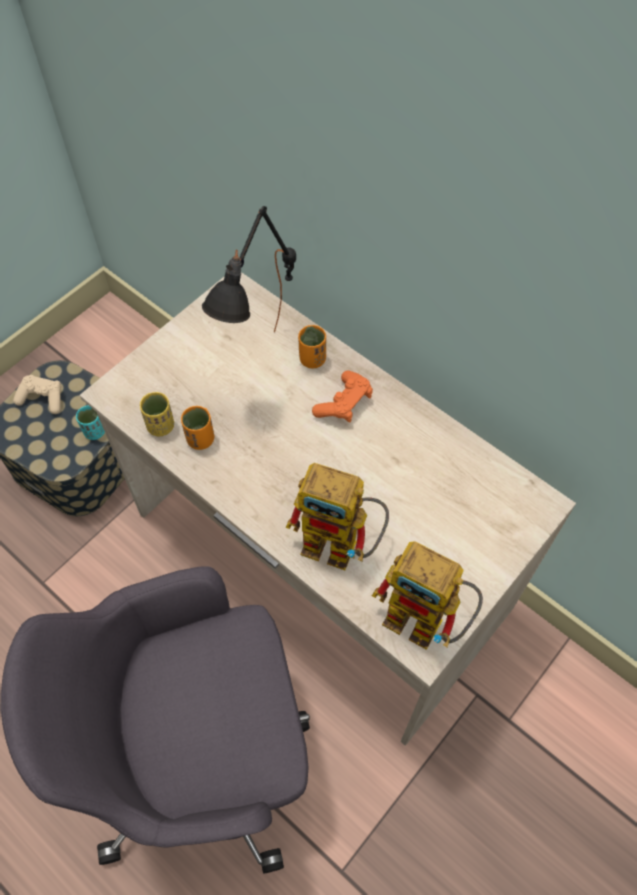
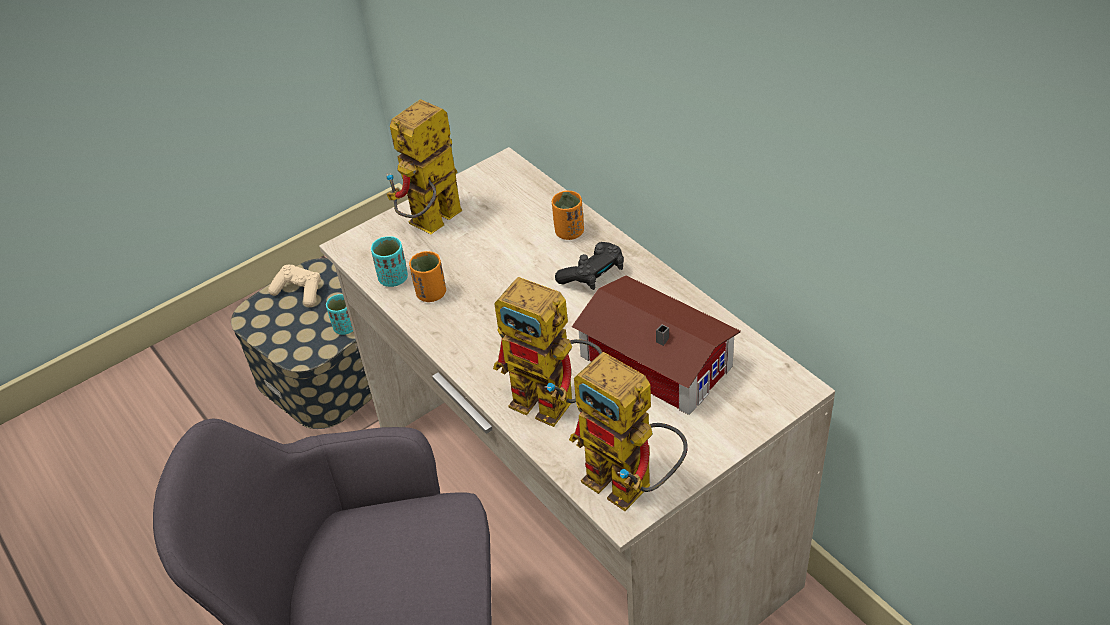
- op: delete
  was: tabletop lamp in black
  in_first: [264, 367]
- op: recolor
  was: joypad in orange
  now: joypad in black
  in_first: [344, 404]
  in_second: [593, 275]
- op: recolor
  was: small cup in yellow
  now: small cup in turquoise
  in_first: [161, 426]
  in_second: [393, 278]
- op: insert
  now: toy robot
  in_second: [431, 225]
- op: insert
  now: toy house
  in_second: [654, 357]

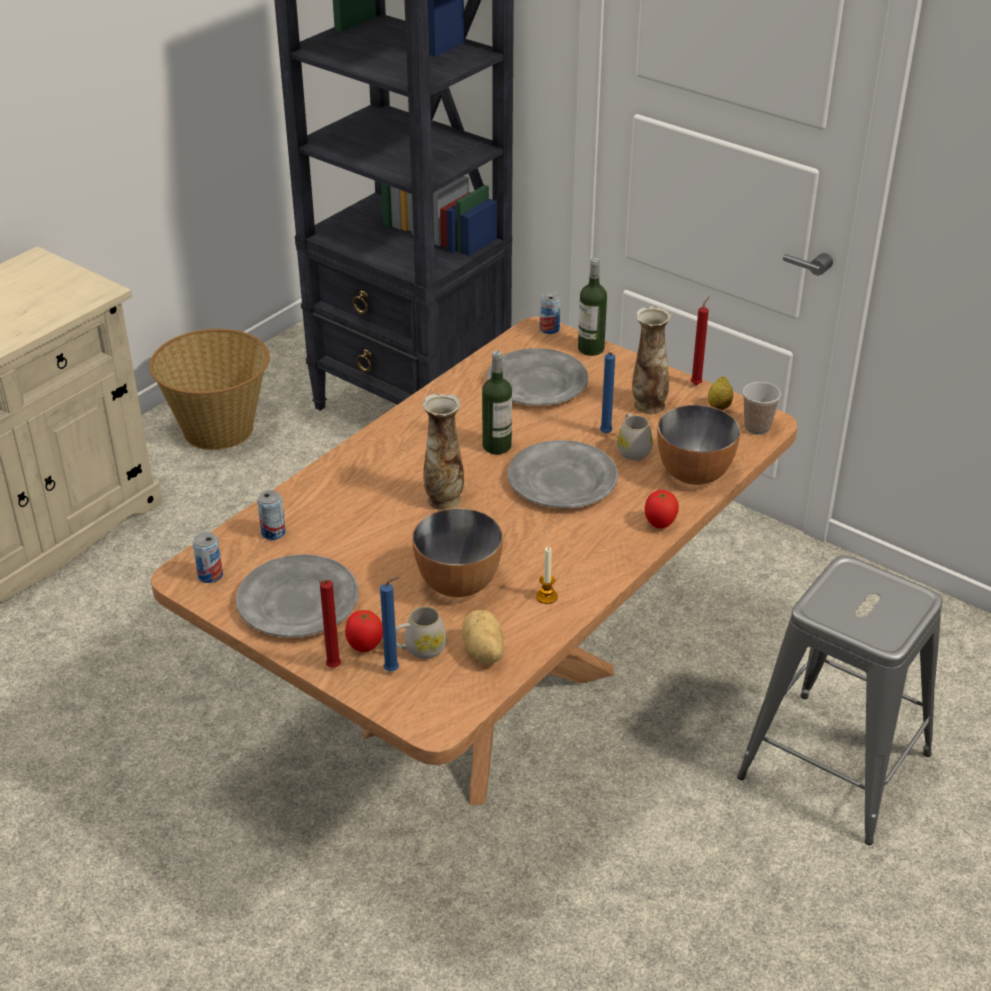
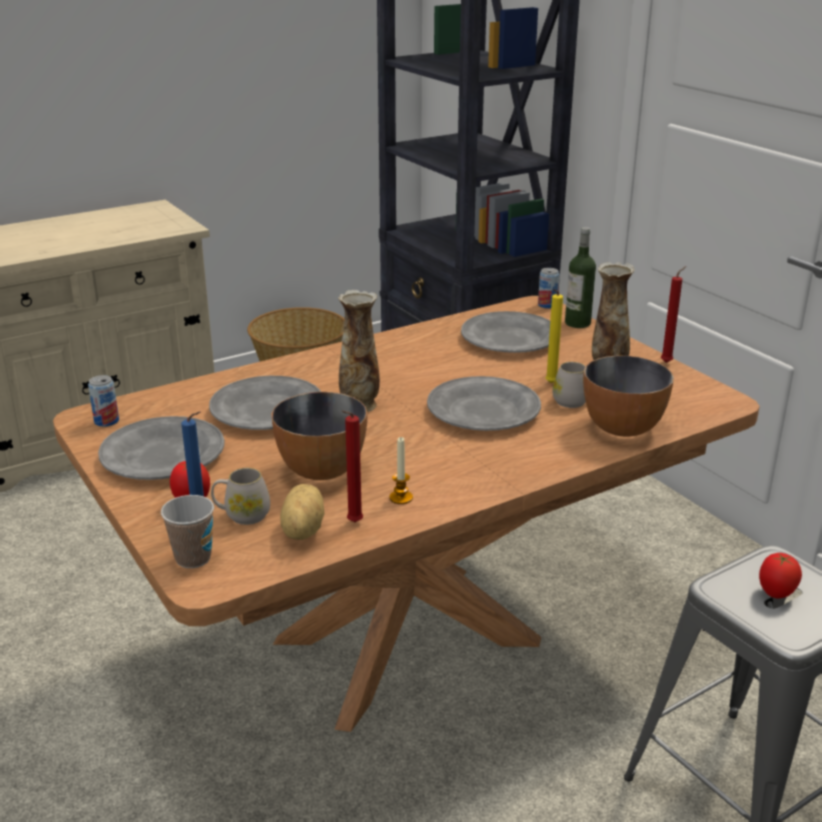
- op: delete
  was: beverage bottle
  in_first: [497, 446]
- op: recolor
  was: wax light in blue
  now: wax light in yellow
  in_first: [605, 434]
  in_second: [550, 384]
- op: delete
  was: whole lemon
  in_first: [719, 407]
- op: move
  was: small cup
  in_first: [757, 428]
  in_second: [193, 558]
- op: delete
  was: sealed can
  in_first: [273, 533]
- op: move
  was: whole tomato
  in_first: [659, 524]
  in_second: [775, 594]
- op: move
  was: wax light in reddish
  in_first: [332, 668]
  in_second: [353, 523]
- op: insert
  now: dinner plate in gray
  in_second: [266, 409]

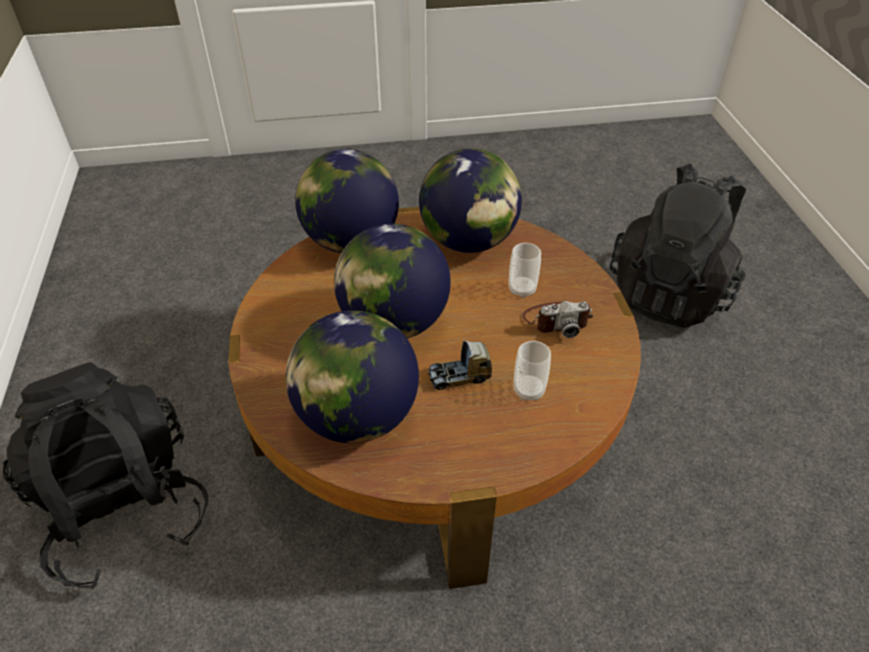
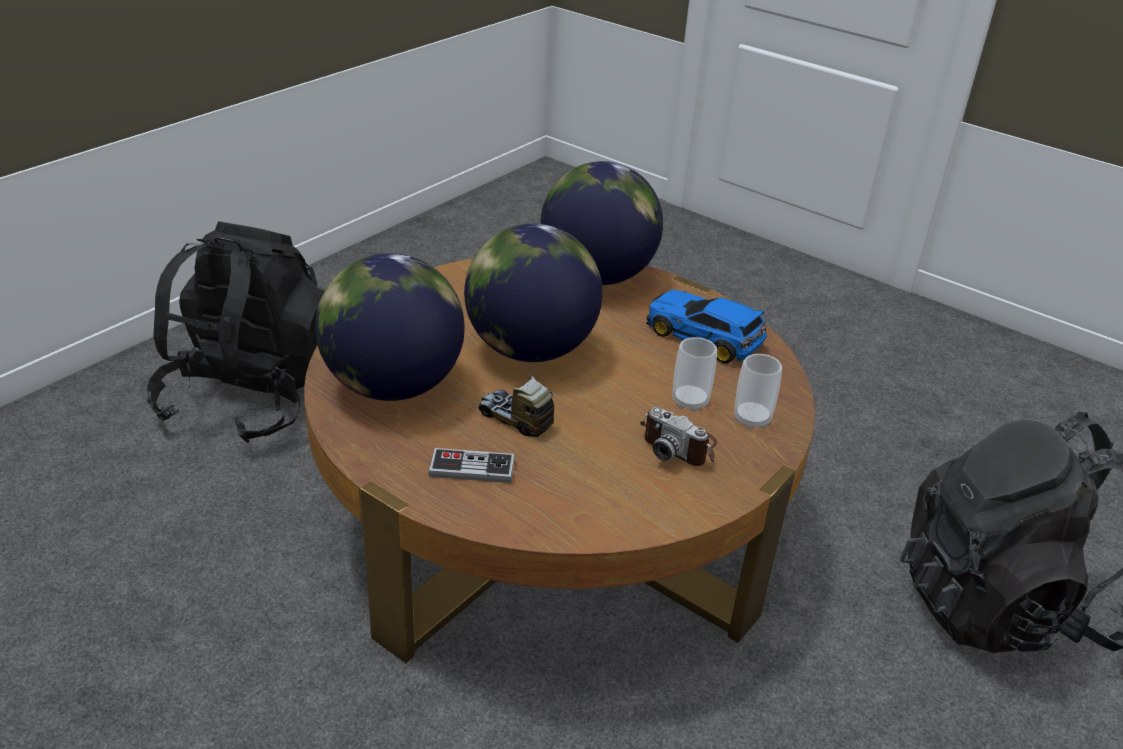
- op: replace
  was: world globe
  now: toy car
  in_first: [469, 241]
  in_second: [705, 338]
- op: move
  was: small cup
  in_first: [529, 390]
  in_second: [751, 419]
- op: insert
  now: joypad
  in_second: [472, 468]

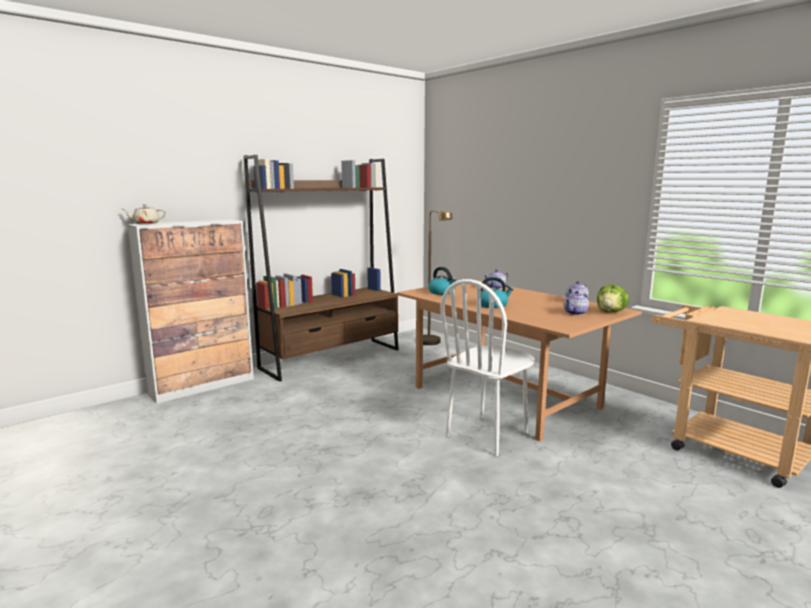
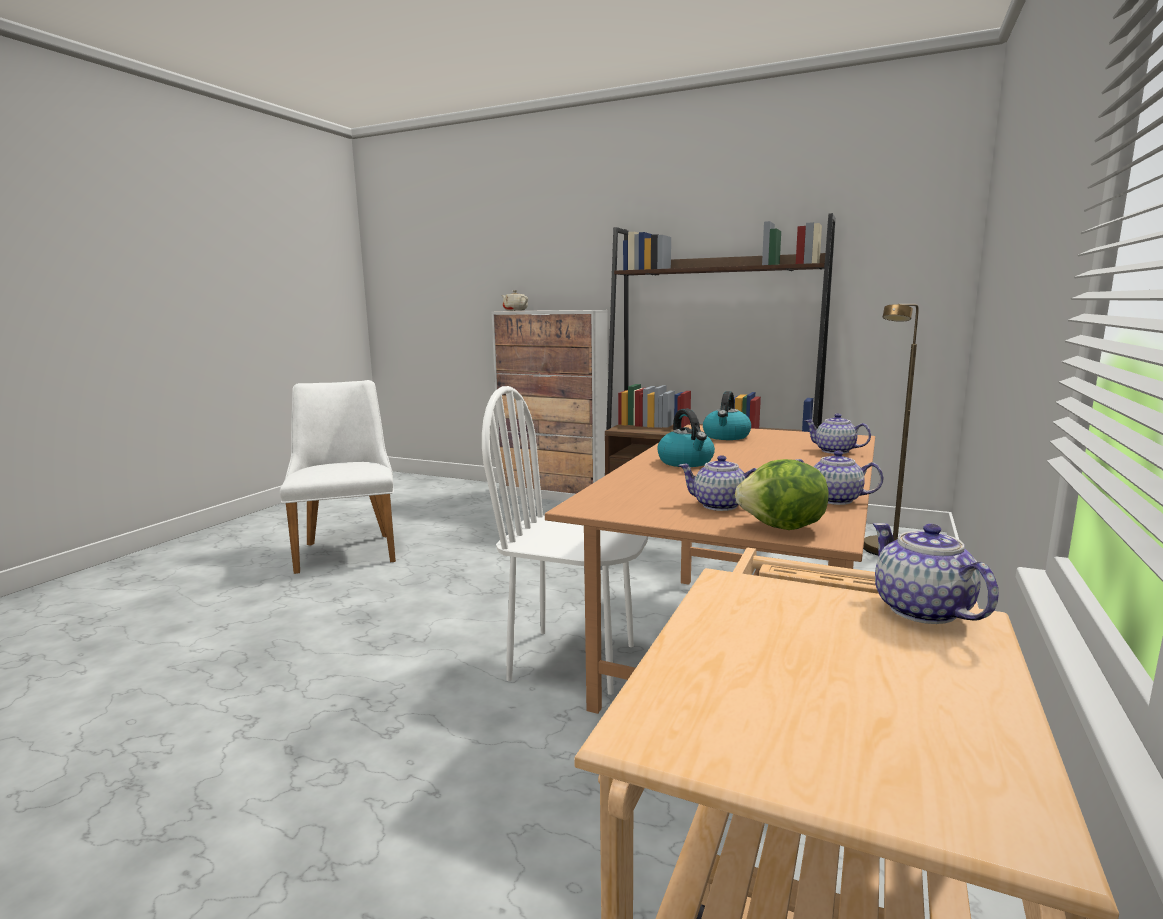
- op: insert
  now: chair in whitish
  in_second: [348, 548]
- op: insert
  now: pot for tea
  in_second: [922, 611]

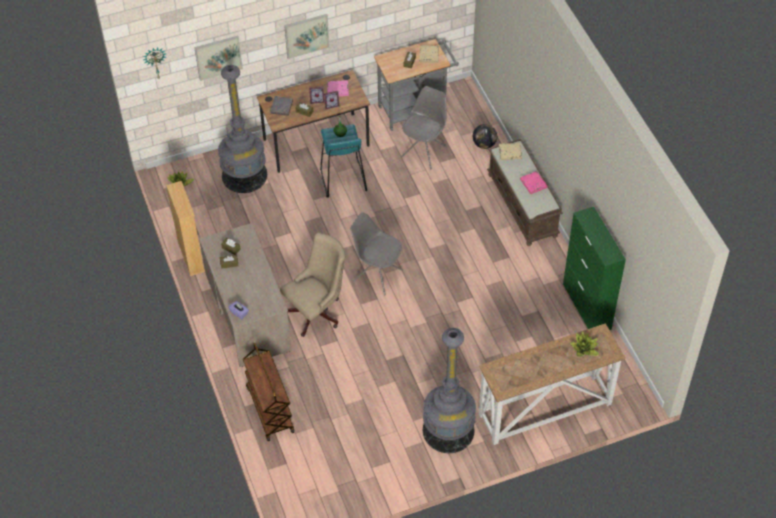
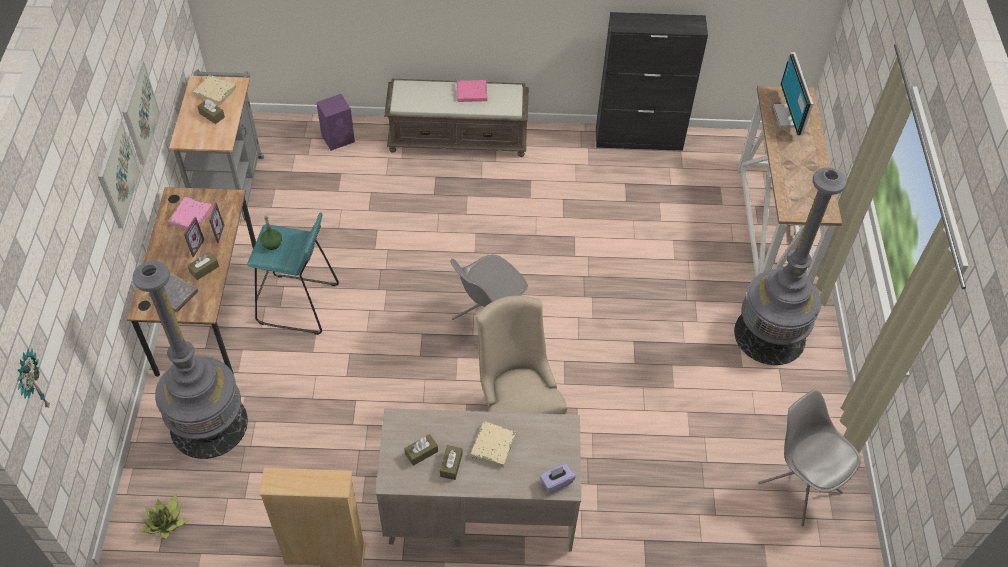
- op: move
  was: picture
  in_first: [218, 57]
  in_second: [140, 112]
- op: move
  was: chair in gray
  in_first: [424, 151]
  in_second: [799, 486]
- op: replace
  was: world globe
  now: speaker in purplish
  in_first: [484, 144]
  in_second: [339, 138]
- op: move
  was: book in beige-coloured
  in_first: [510, 152]
  in_second: [493, 446]
- op: recolor
  was: storage cabinet in green-coloured
  now: storage cabinet in black
  in_first: [586, 307]
  in_second: [639, 139]
- op: replace
  was: potted plant
  now: computer screen
  in_first: [584, 349]
  in_second: [789, 116]
- op: delete
  was: cart in brown
  in_first: [269, 409]

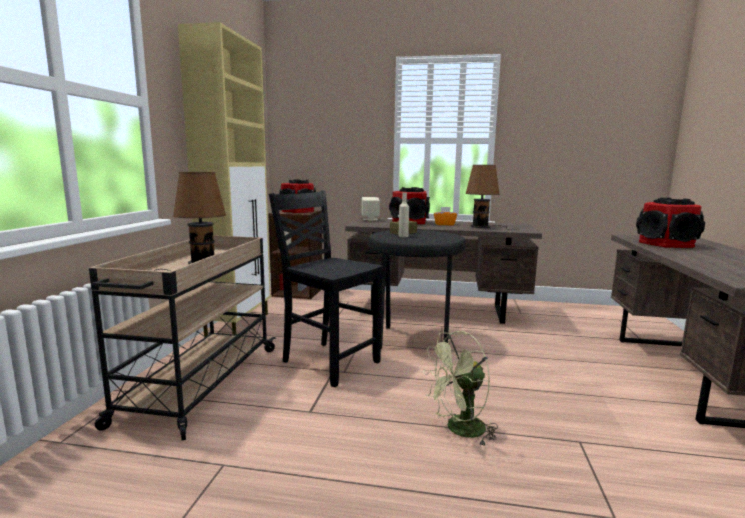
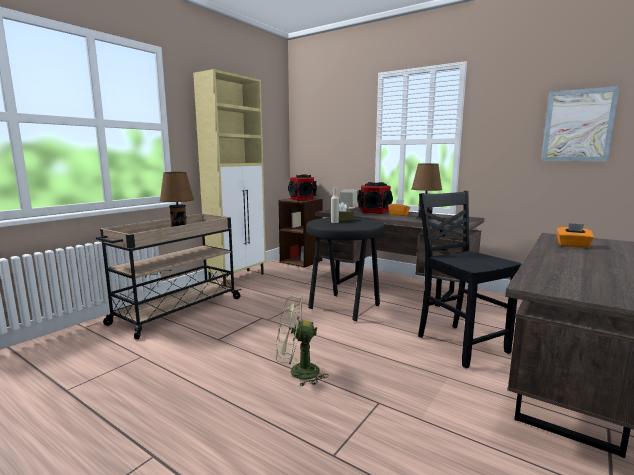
- op: move
  was: chair in black
  in_first: [329, 362]
  in_second: [460, 344]
- op: replace
  was: speaker
  now: tissue box in orange
  in_first: [666, 244]
  in_second: [573, 245]
- op: insert
  now: picture
  in_second: [578, 125]

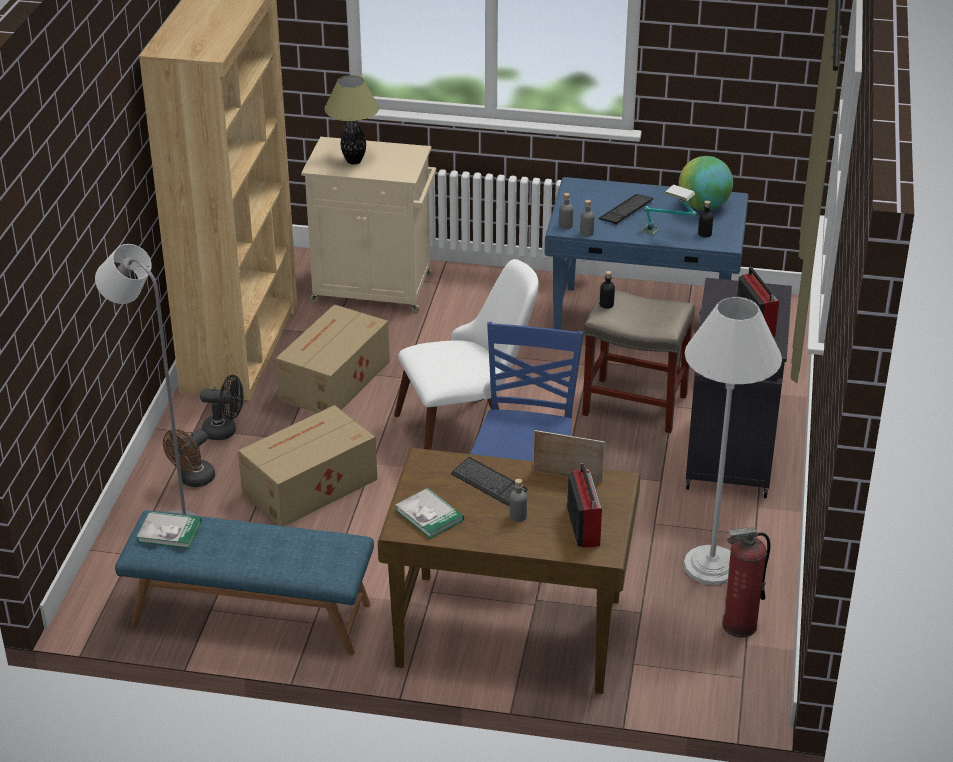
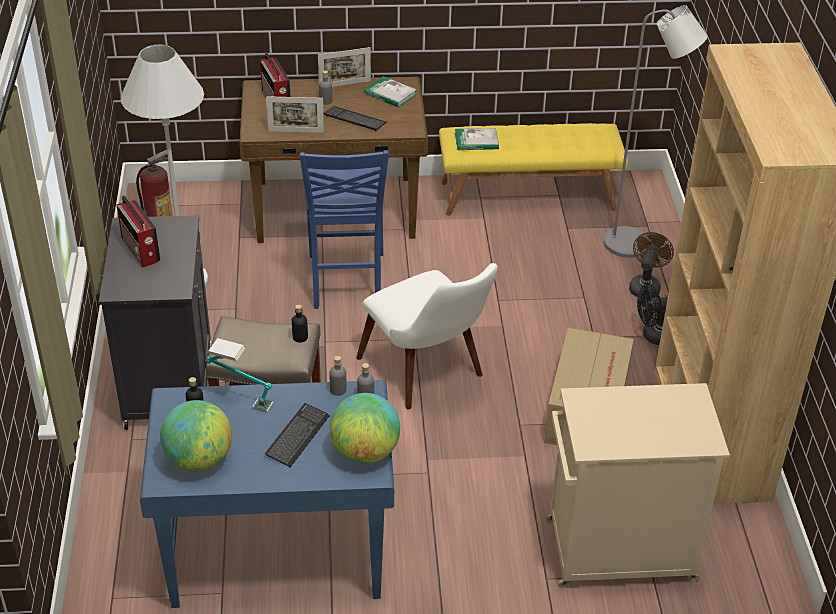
- op: delete
  was: tabletop lamp
  in_first: [353, 161]
- op: rotate
  was: chair in whitish
  in_first: [468, 428]
  in_second: [429, 375]
  clockwise: -90
- op: delete
  was: packing box
  in_first: [307, 486]
- op: recolor
  was: indoor bench in blue
  now: indoor bench in yellow
  in_first: [250, 615]
  in_second: [528, 195]
- op: move
  was: book
  in_first: [169, 532]
  in_second: [476, 141]
- op: insert
  now: picture frame
  in_second: [345, 84]
- op: insert
  now: world globe
  in_second: [365, 452]

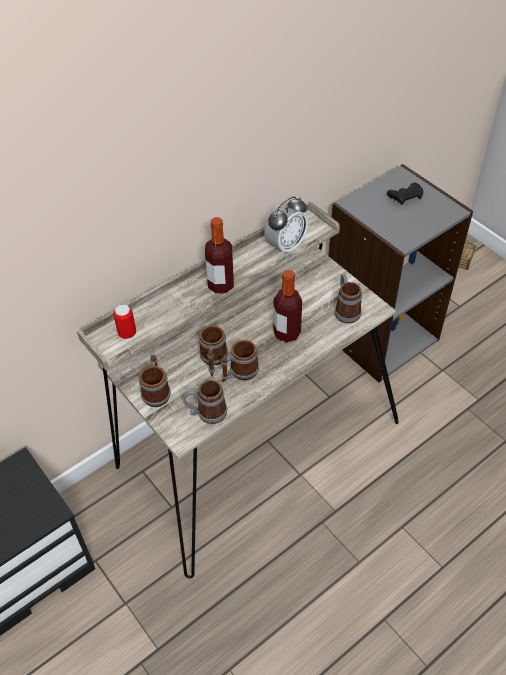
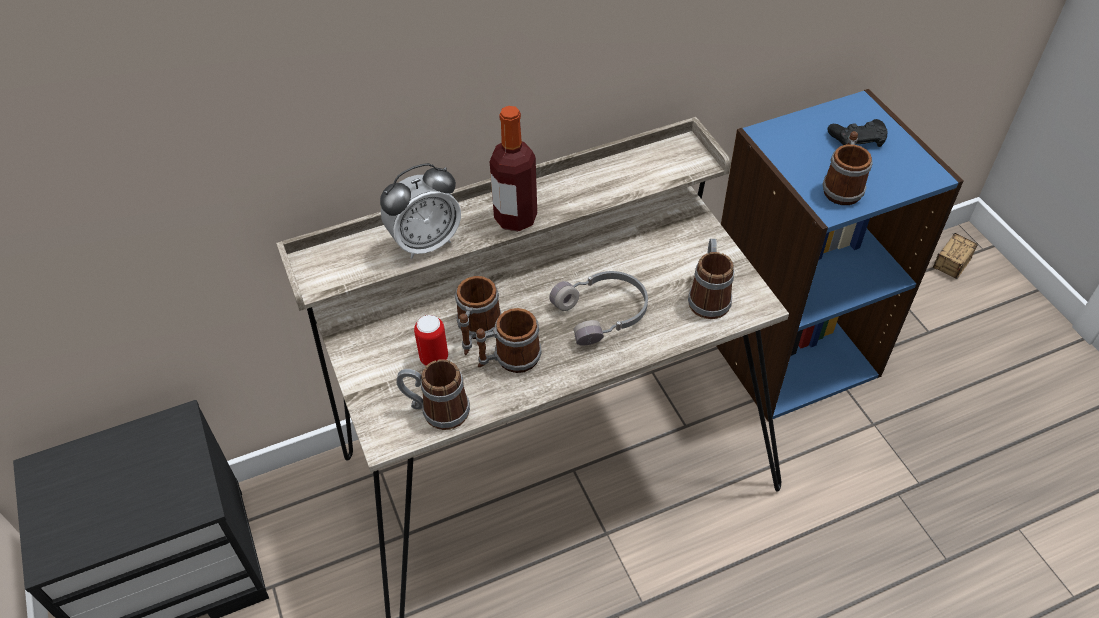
- op: recolor
  was: bookshelf in gray
  now: bookshelf in blue
  in_first: [379, 335]
  in_second: [789, 349]
- op: move
  was: bedside clock
  in_first: [286, 246]
  in_second: [425, 243]
- op: replace
  was: beverage bottle
  now: headset in gray
  in_first: [287, 333]
  in_second: [603, 313]
- op: move
  was: sealed can
  in_first: [127, 333]
  in_second: [434, 358]
- op: move
  was: mug
  in_first: [156, 391]
  in_second: [842, 187]

